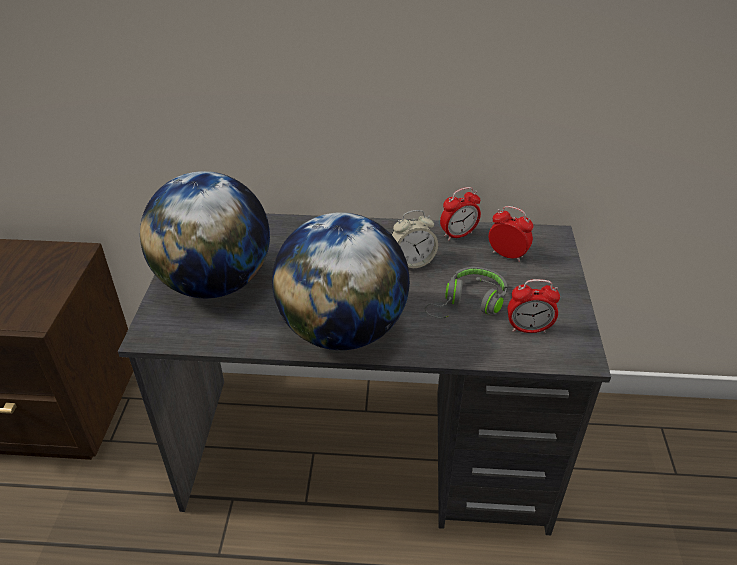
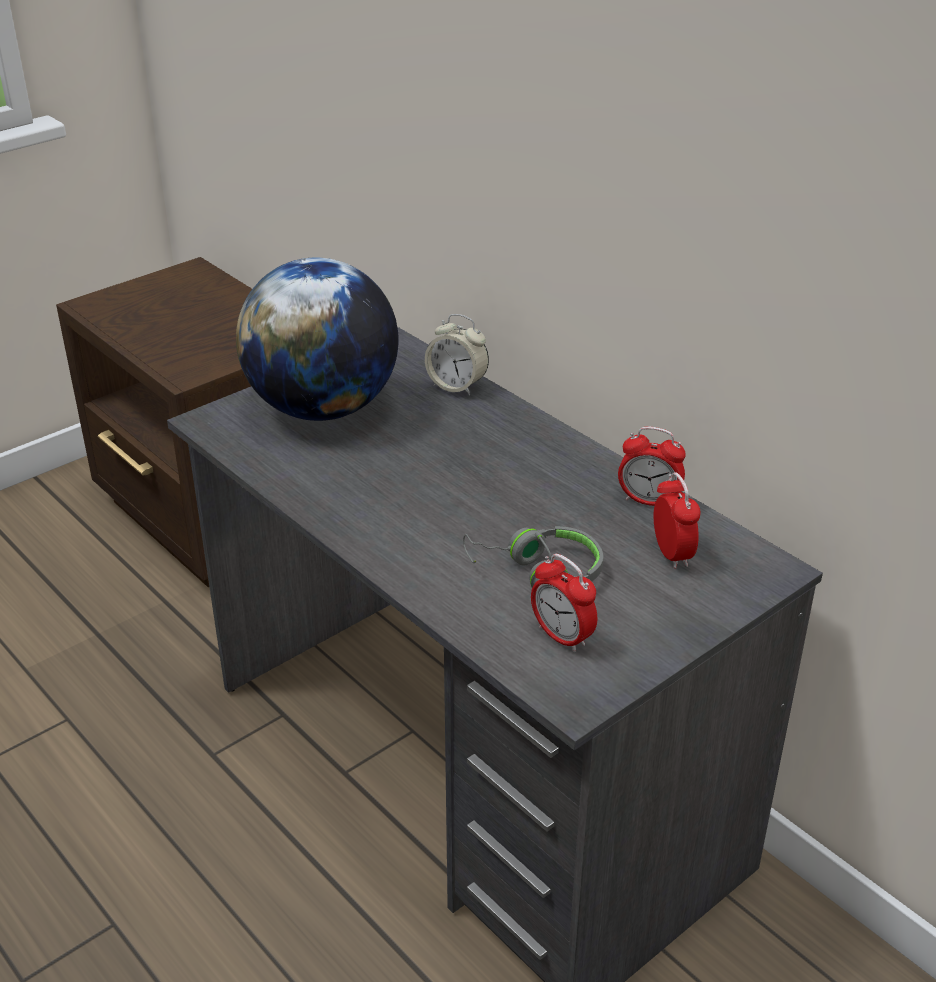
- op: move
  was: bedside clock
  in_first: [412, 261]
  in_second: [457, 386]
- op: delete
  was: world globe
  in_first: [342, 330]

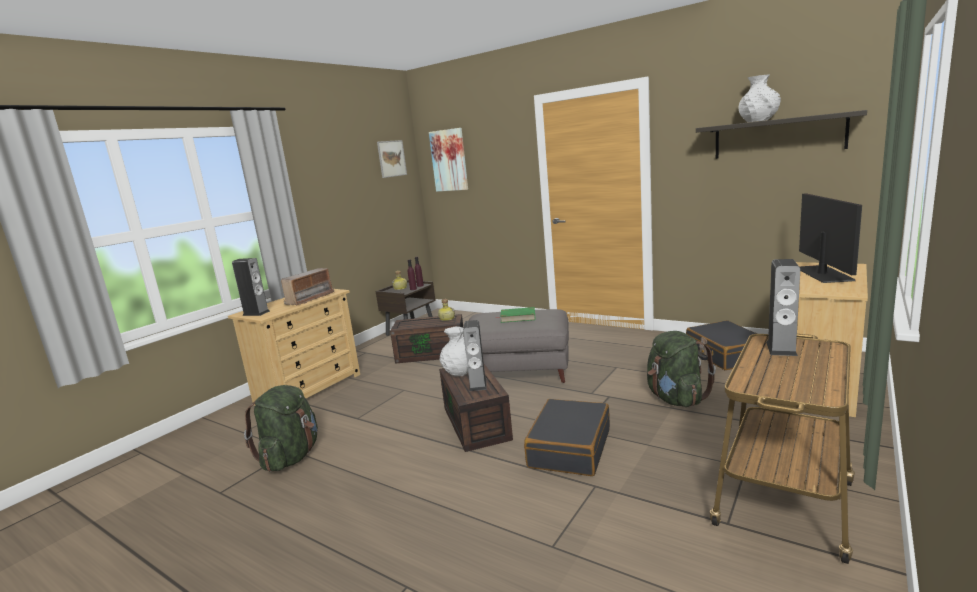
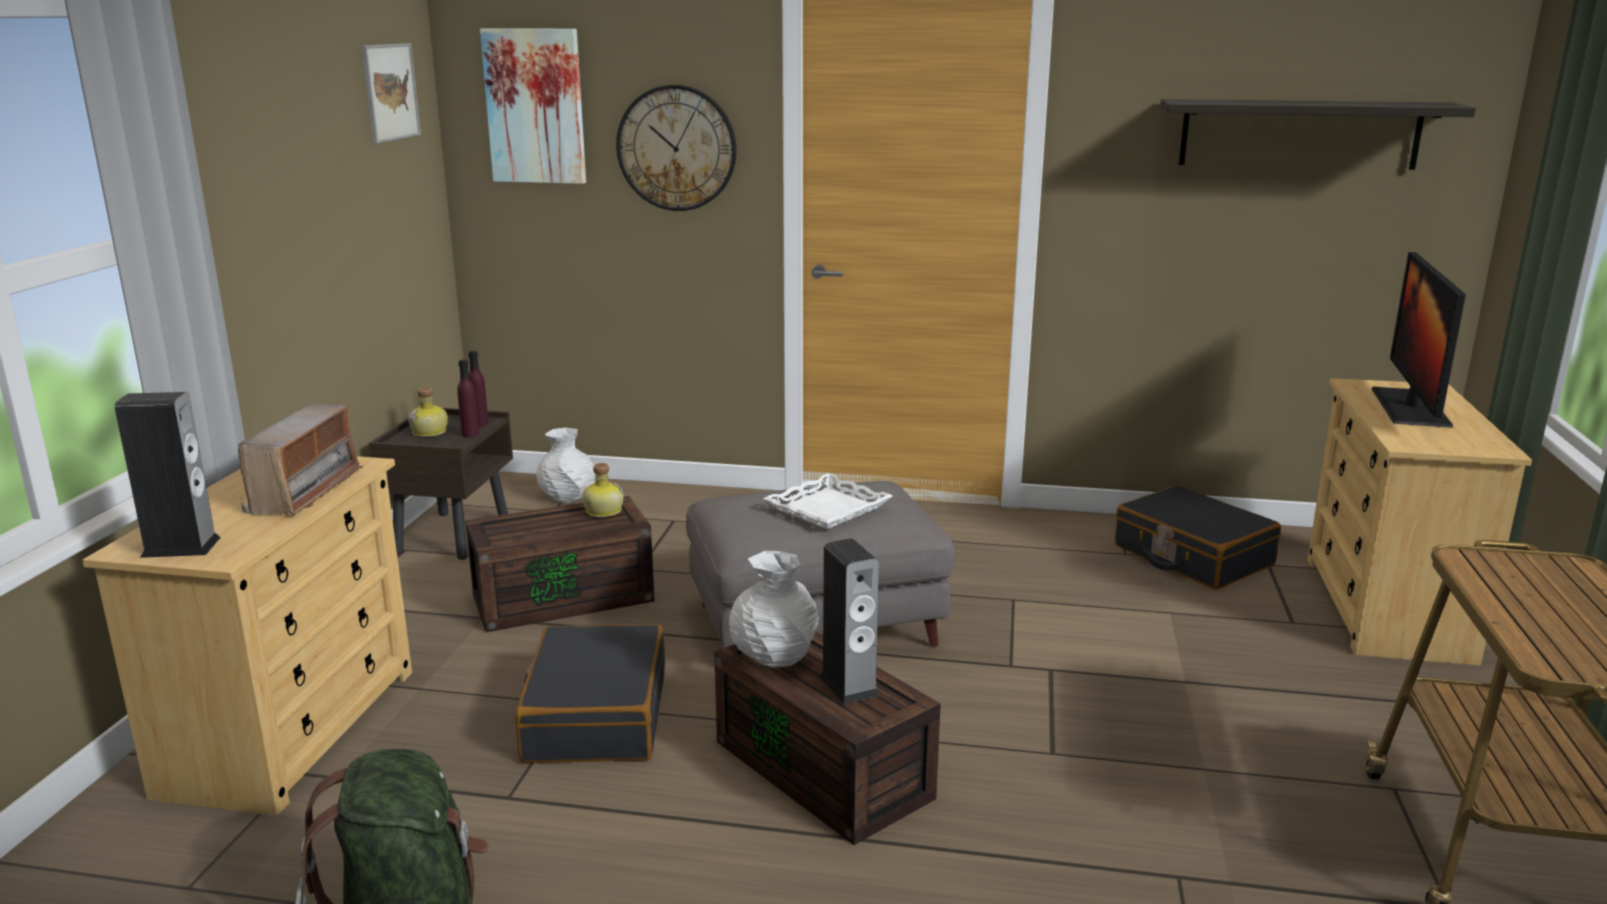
- op: move
  was: flower vase in whitish
  in_first: [759, 121]
  in_second: [569, 497]
- op: rotate
  was: computer screen
  in_first: [823, 274]
  in_second: [1410, 407]
  clockwise: -150
- op: delete
  was: speaker
  in_first: [781, 348]
- op: replace
  was: book in green-coloured
  now: serving tray in whitish
  in_first: [518, 317]
  in_second: [827, 508]
- op: delete
  was: rucksack in green-coloured
  in_first: [676, 399]
- op: move
  was: suitcase in black
  in_first: [569, 448]
  in_second: [595, 716]
- op: insert
  now: hanging clock
  in_second: [677, 148]

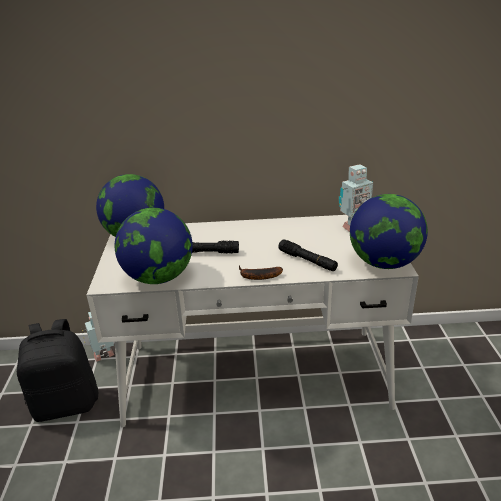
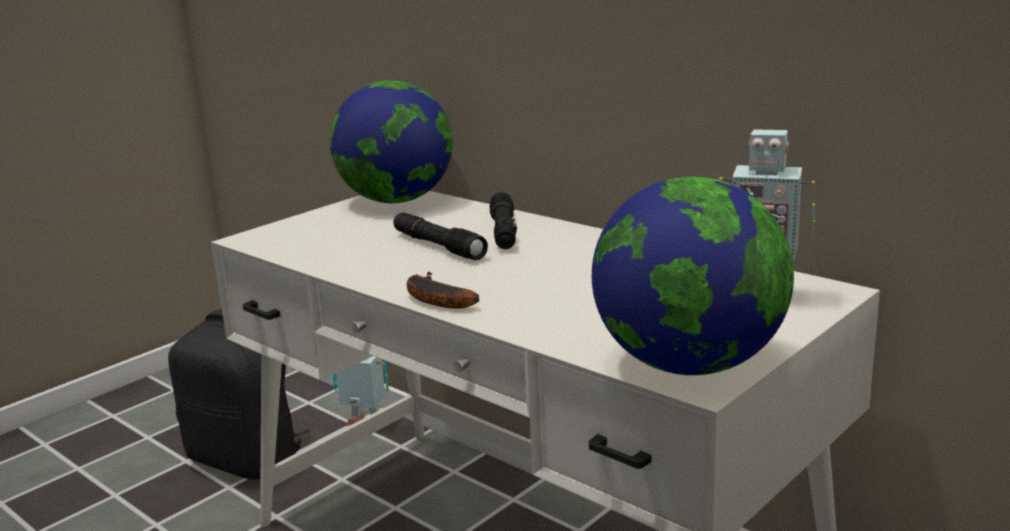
- op: delete
  was: world globe
  in_first: [159, 277]
- op: move
  was: torch in black
  in_first: [307, 261]
  in_second: [503, 232]

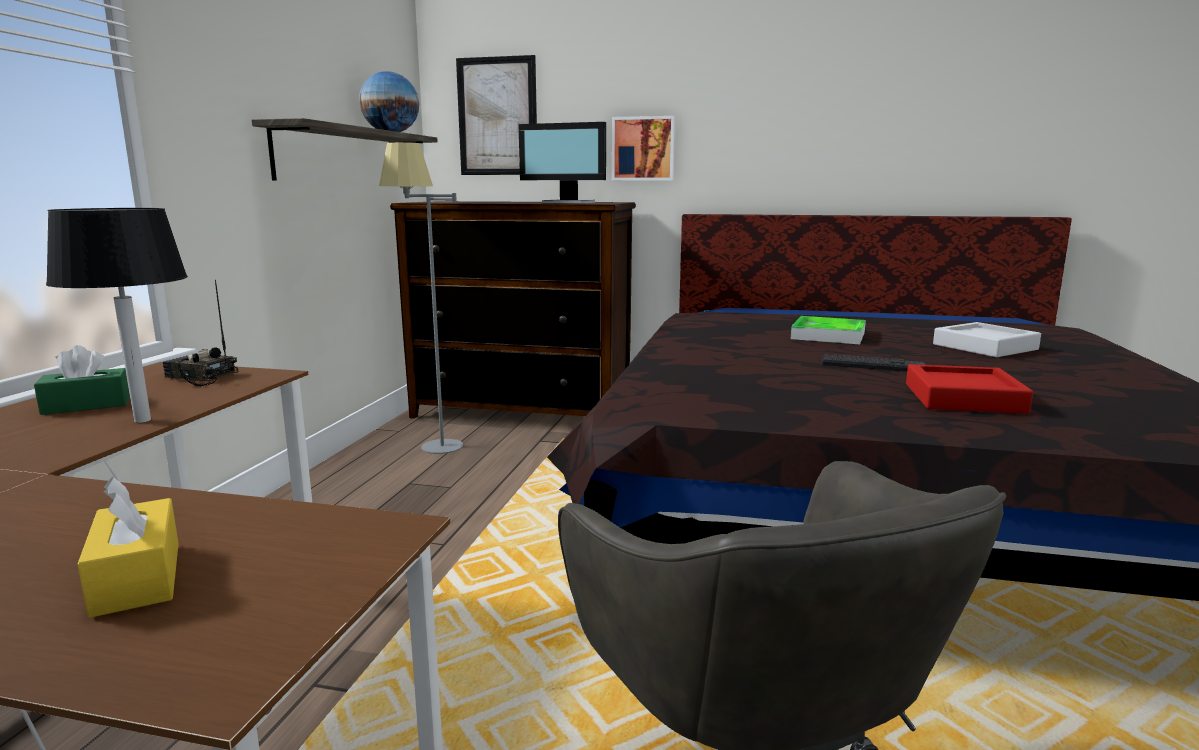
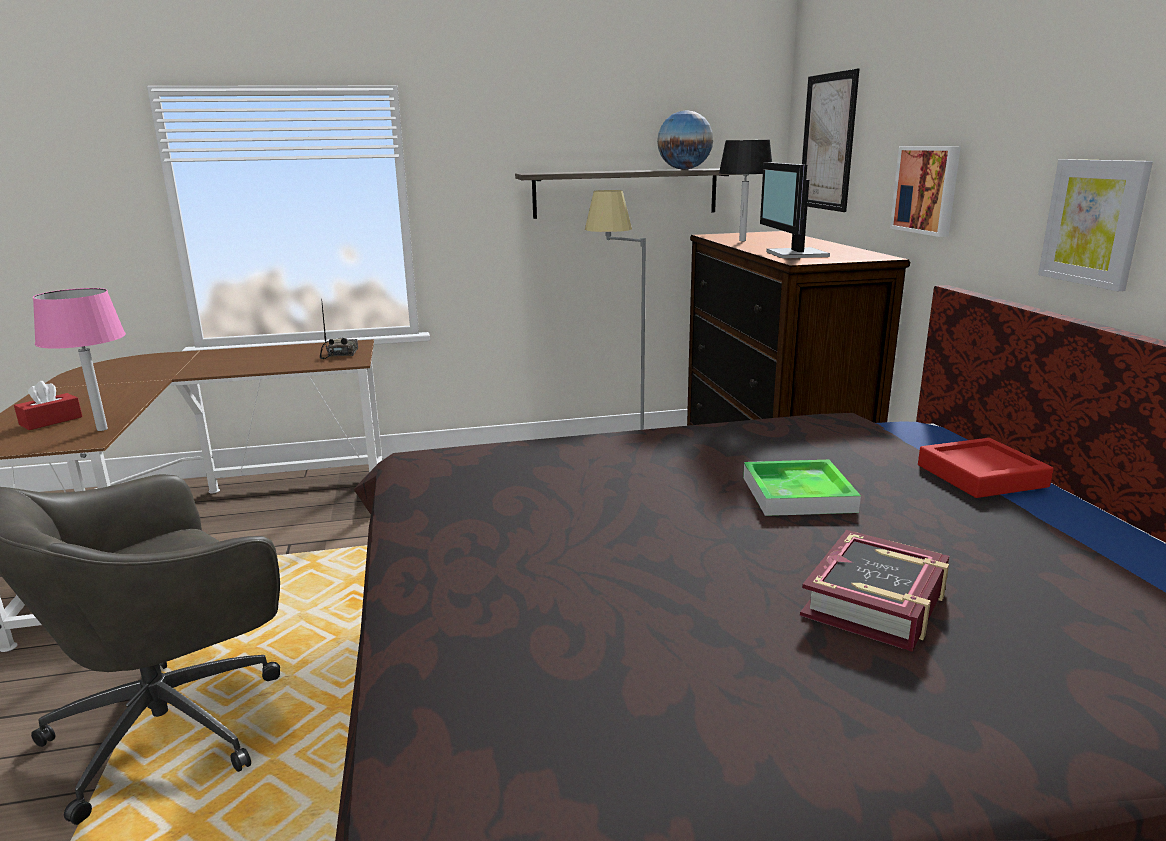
- op: move
  was: tabletop lamp in black
  in_first: [143, 420]
  in_second: [742, 240]
- op: replace
  was: serving tray in gray
  now: book
  in_first: [984, 347]
  in_second: [876, 601]
- op: delete
  was: tissue box in green-coloured
  in_first: [87, 405]
- op: delete
  was: keyboard
  in_first: [872, 365]
- op: move
  was: serving tray in reddish
  in_first: [963, 398]
  in_second: [981, 476]
- op: recolor
  was: tissue box in yellow
  now: tissue box in reddish
  in_first: [137, 578]
  in_second: [51, 421]
- op: insert
  now: picture
  in_second: [1094, 222]
- op: insert
  now: tabletop lamp in pinkish
  in_second: [102, 429]

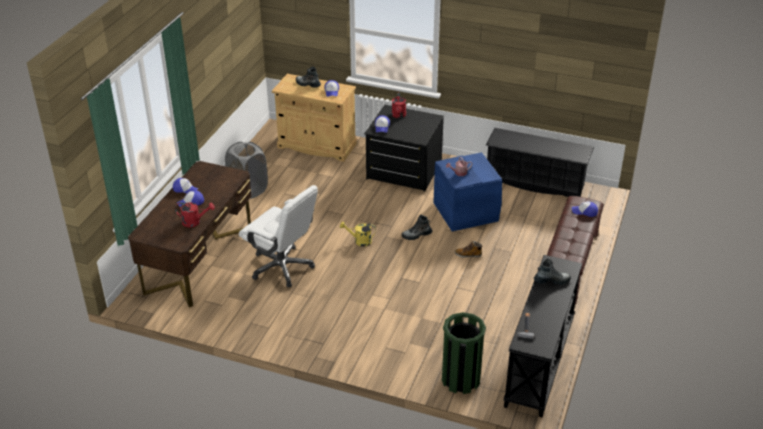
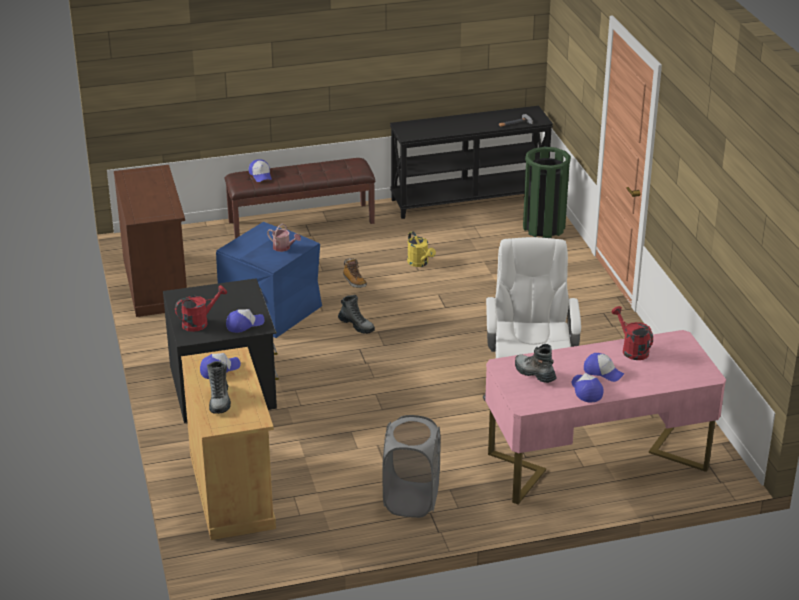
- op: replace
  was: shoe stand in black
  now: storage cabinet in brown
  in_first: [535, 183]
  in_second: [156, 284]
- op: recolor
  was: desk unit in brown
  now: desk unit in pinkish
  in_first: [199, 259]
  in_second: [597, 461]
- op: move
  was: watering can in yellow
  in_first: [359, 241]
  in_second: [420, 263]
- op: move
  was: boot
  in_first: [551, 280]
  in_second: [534, 373]

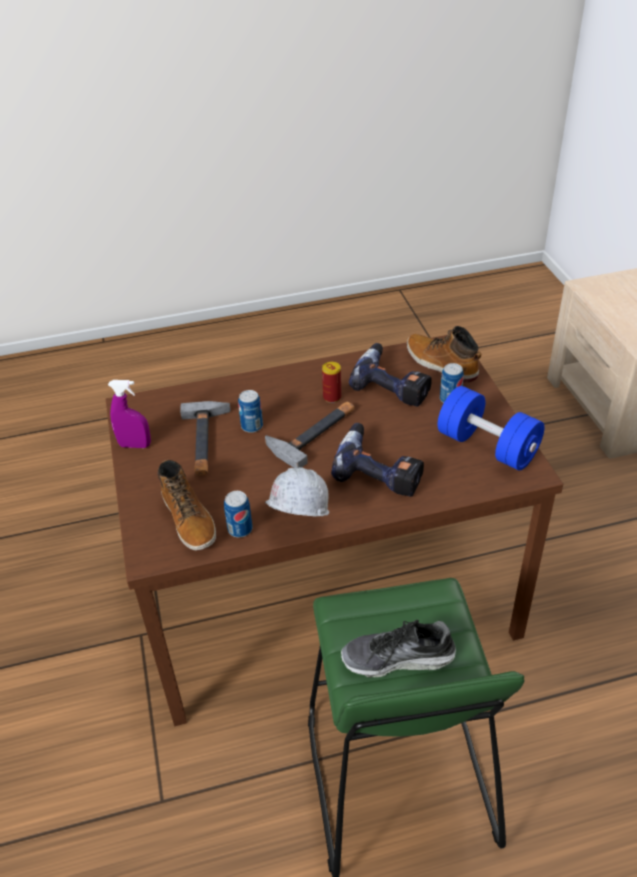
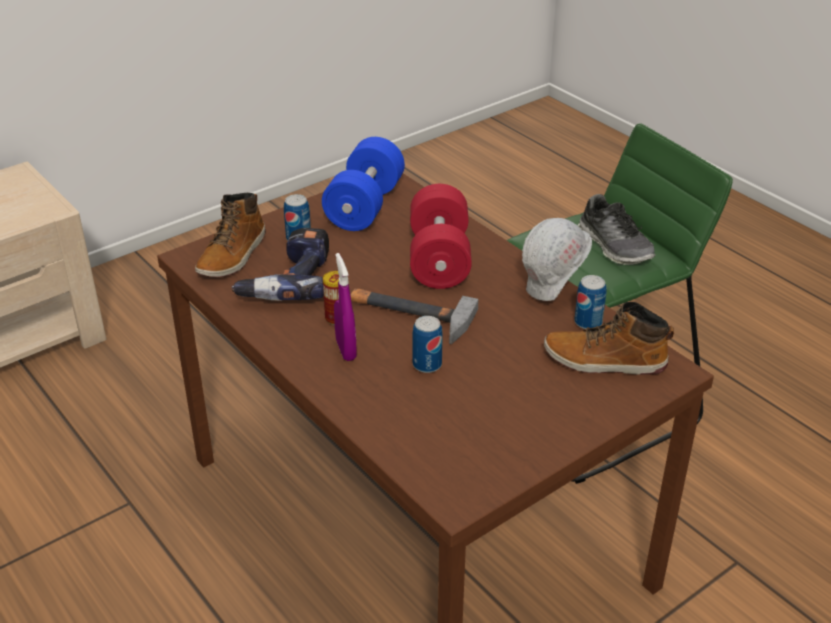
- op: move
  was: sprayer in purplish
  in_first: [135, 445]
  in_second: [346, 350]
- op: delete
  was: hand hammer
  in_first: [205, 441]
- op: replace
  was: electric drill
  now: hand weight in reddish
  in_first: [379, 469]
  in_second: [439, 259]
- op: rotate
  was: boot
  in_first: [189, 519]
  in_second: [604, 361]
  clockwise: -120

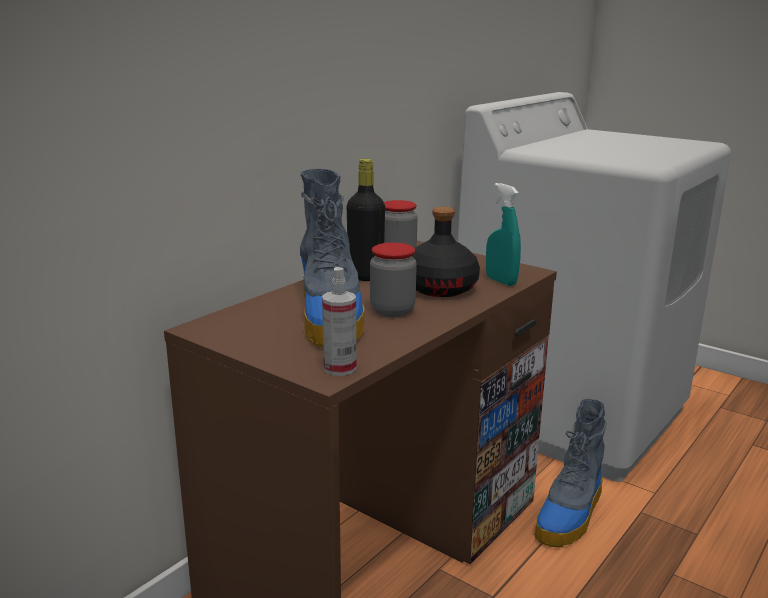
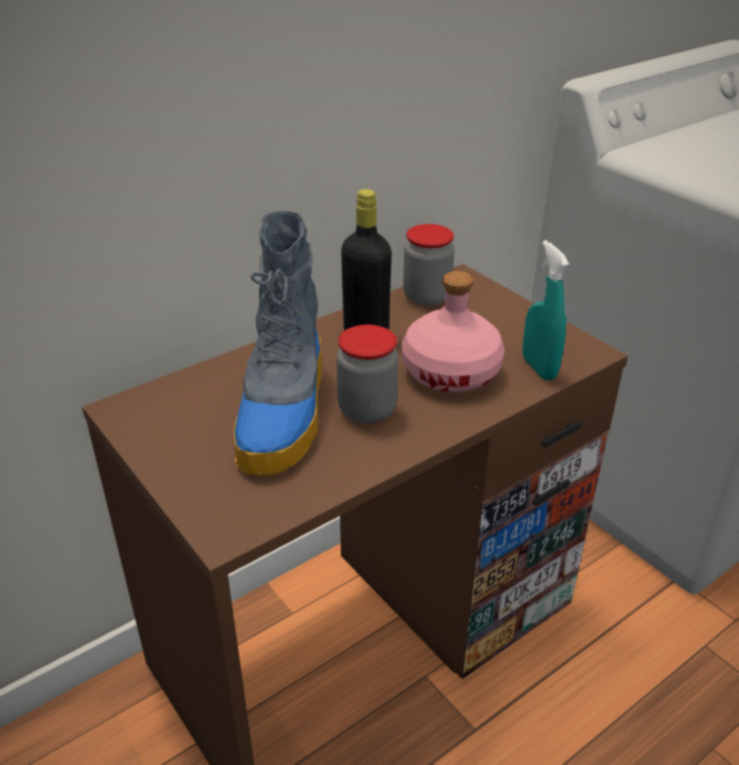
- op: recolor
  was: beverage bottle in black
  now: beverage bottle in pinkish
  in_first: [440, 288]
  in_second: [451, 371]
- op: delete
  was: sprayer
  in_first: [340, 368]
- op: delete
  was: boot
  in_first: [570, 515]

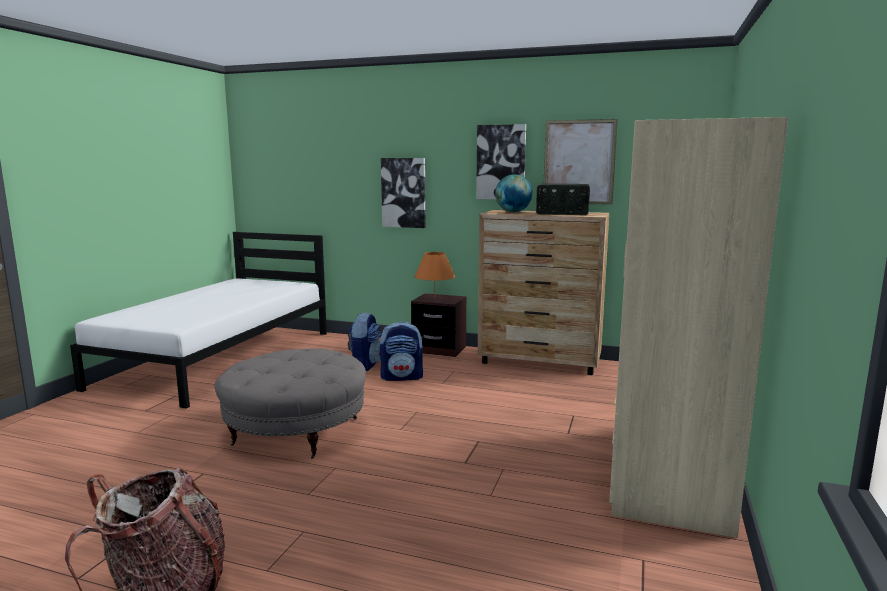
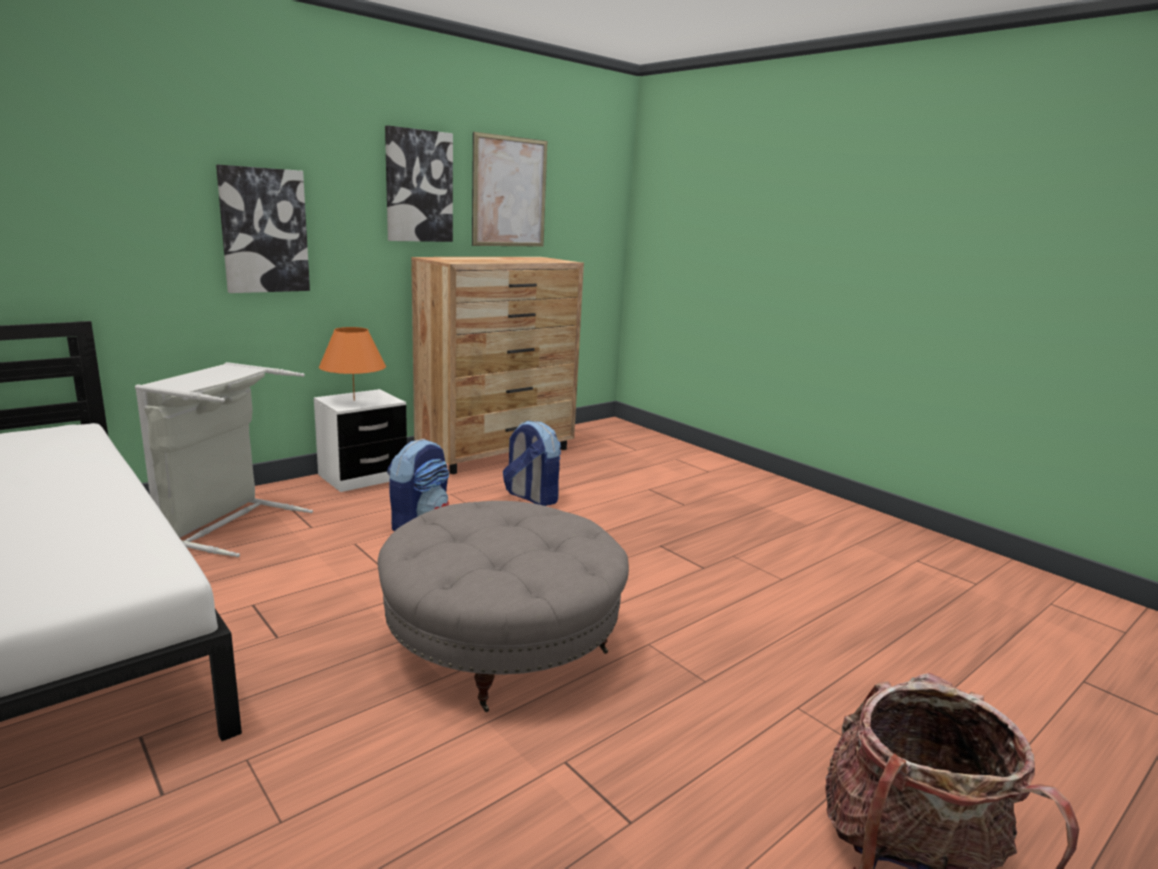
- op: delete
  was: armoire in beige-coloured
  in_first: [666, 474]
- op: delete
  was: world globe
  in_first: [513, 212]
- op: delete
  was: radio
  in_first: [562, 213]
- op: recolor
  was: nightstand in brown
  now: nightstand in whitish
  in_first: [439, 349]
  in_second: [362, 477]
- op: move
  was: rucksack
  in_first: [365, 365]
  in_second: [531, 497]
- op: insert
  now: laundry basket in gray
  in_second: [226, 524]

